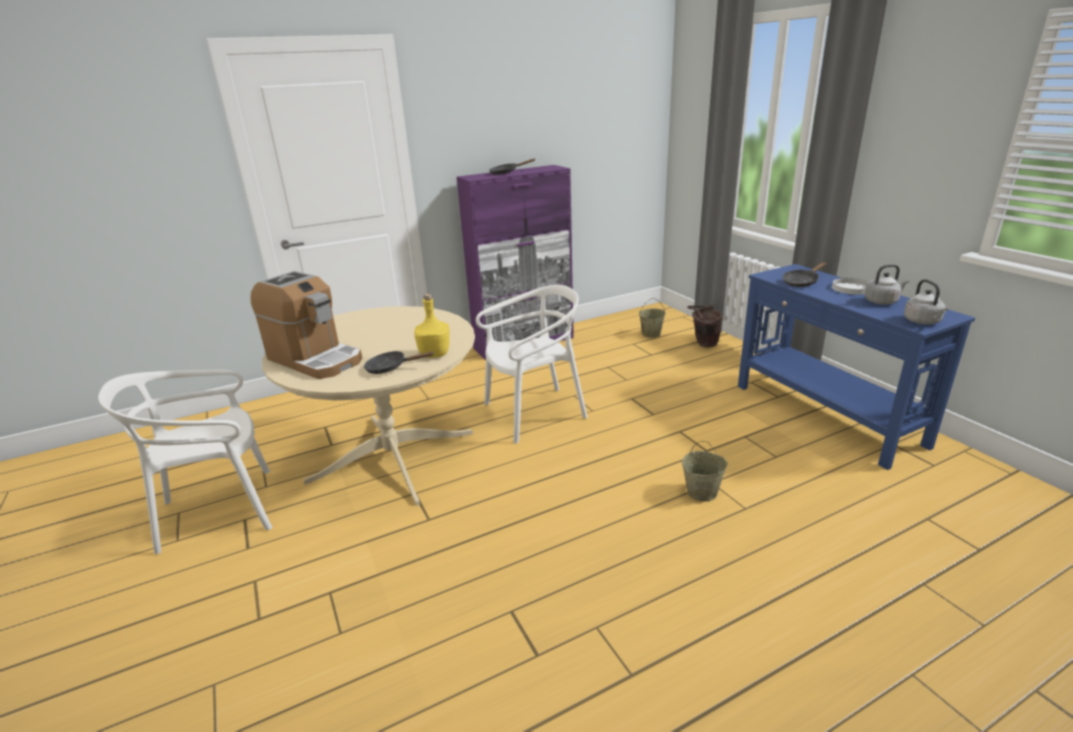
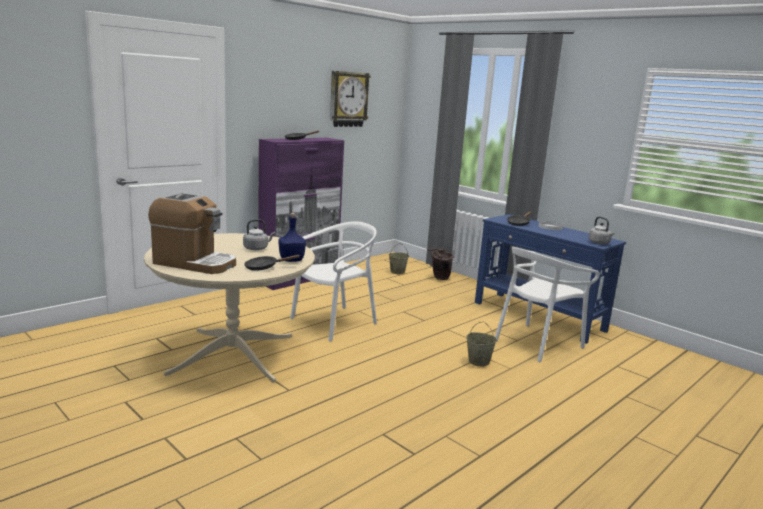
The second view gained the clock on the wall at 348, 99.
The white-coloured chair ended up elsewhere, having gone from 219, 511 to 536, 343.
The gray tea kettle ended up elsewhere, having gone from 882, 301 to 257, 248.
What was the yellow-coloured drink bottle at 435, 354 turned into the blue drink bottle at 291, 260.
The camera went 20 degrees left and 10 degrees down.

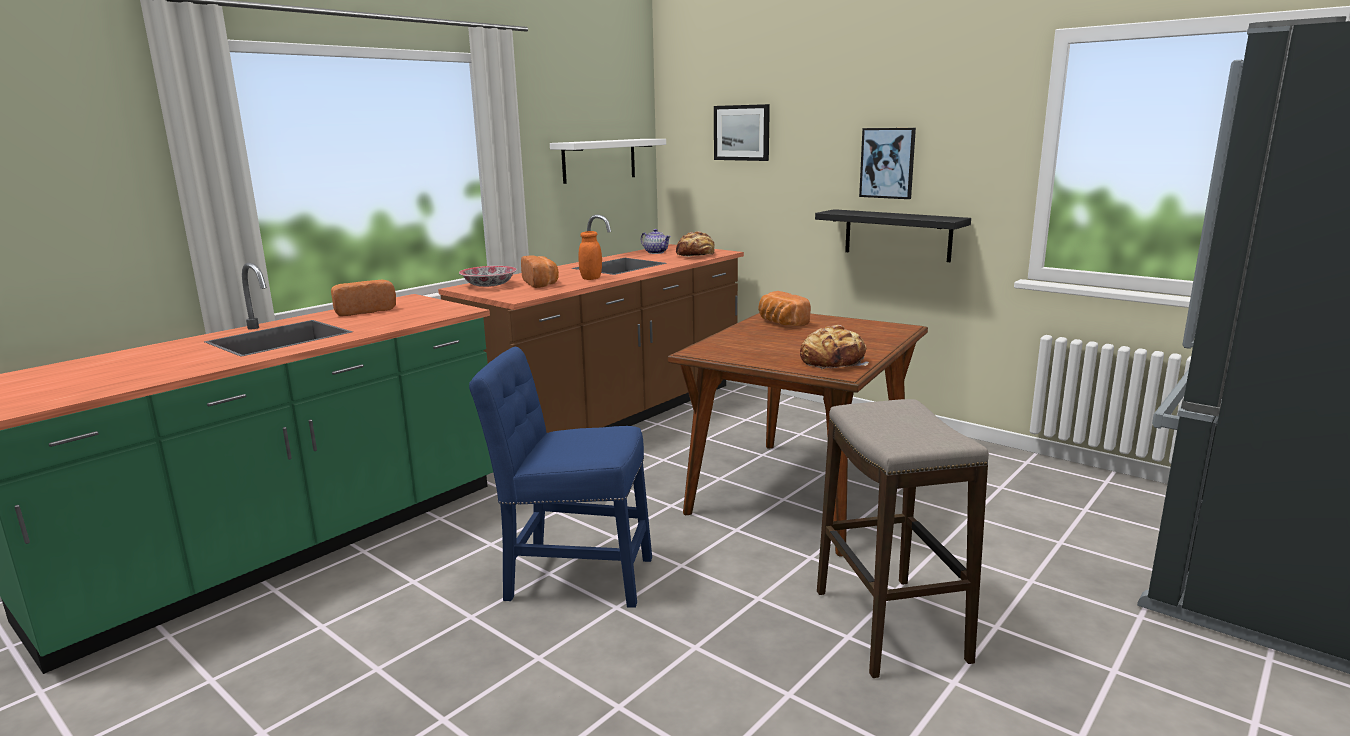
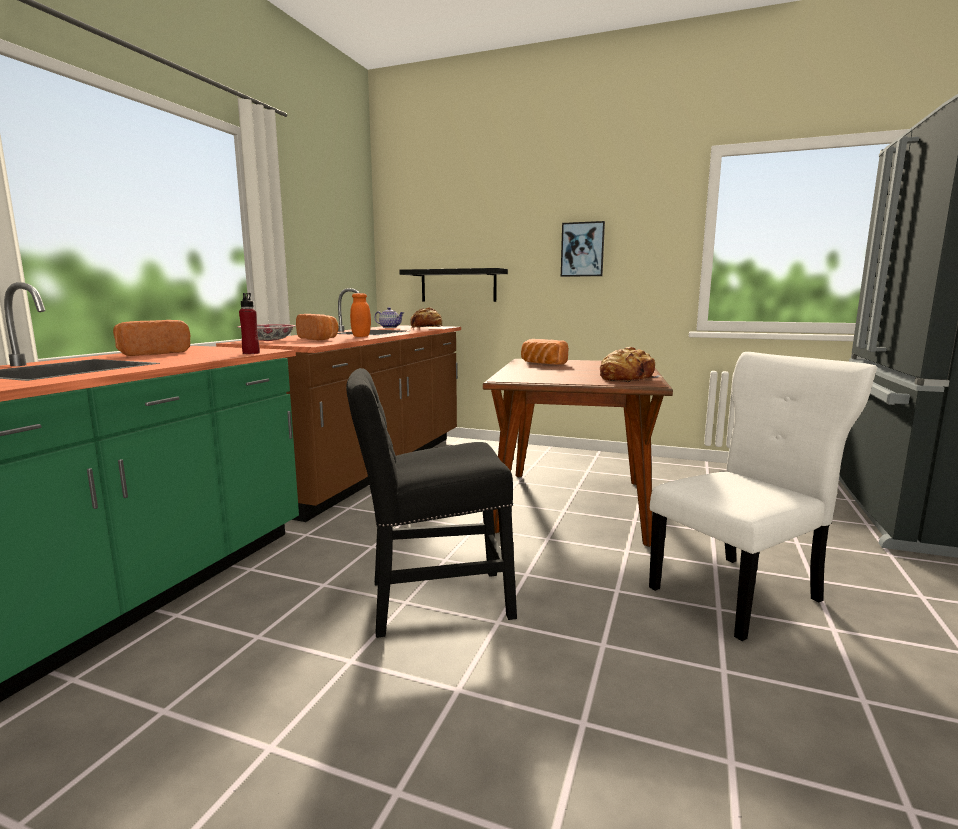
The second view lost the white-coloured shelf at 599, 160.
The second view lost the picture at 742, 132.
The second view gained the reddish drink bottle at 251, 353.
The blackish shelf ended up elsewhere, having gone from 897, 235 to 458, 285.
Where the stool seat stood at 890, 625, the white-coloured chair came to stand at 740, 593.
What was the blue chair at 572, 576 turned into the blackish chair at 431, 601.
The camera went 20 degrees left and 5 degrees down.

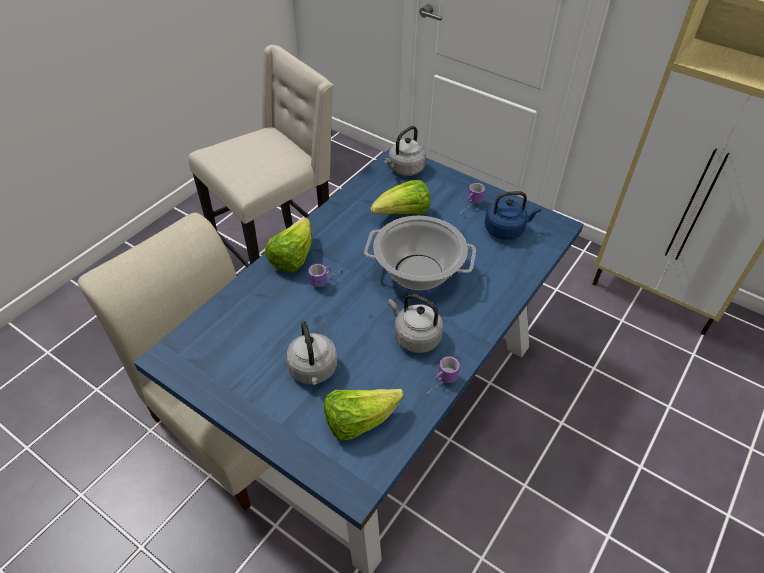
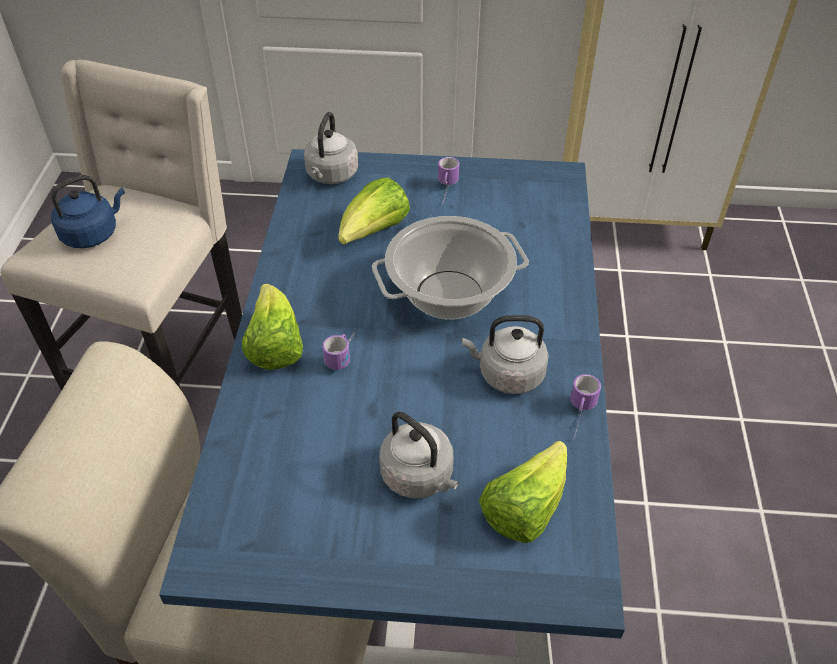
The blue tea kettle ended up elsewhere, having gone from 506, 230 to 93, 234.
The camera went 30 degrees left and 0 degrees up.

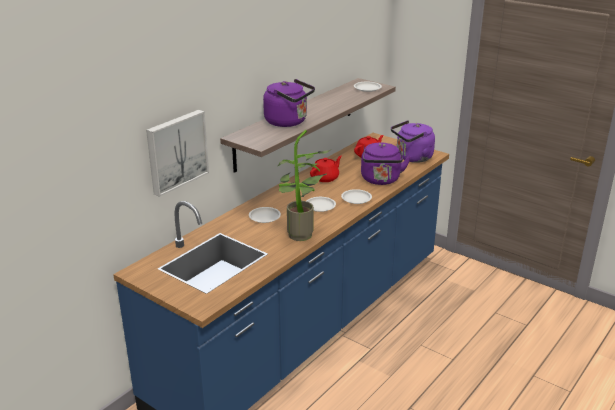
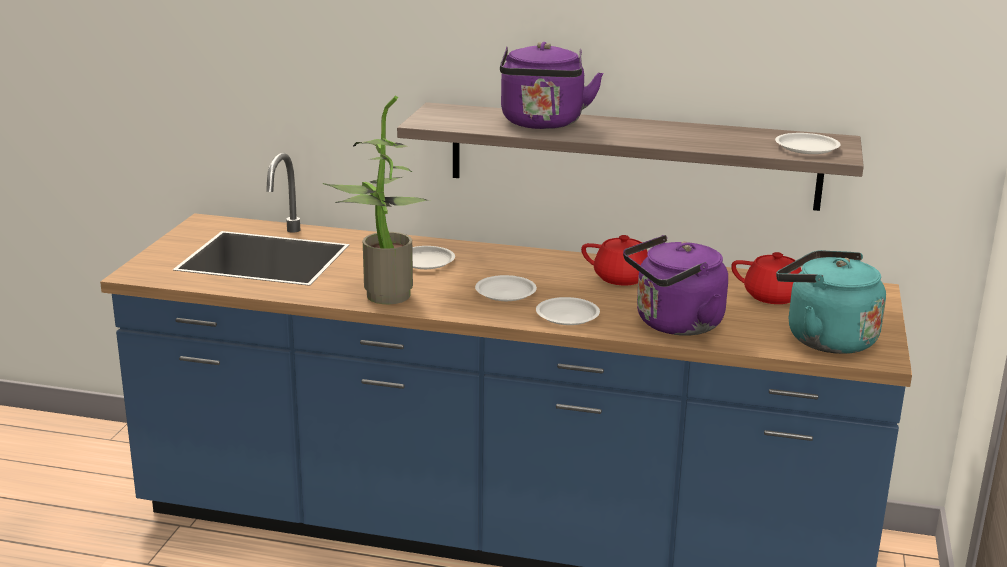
The second view lost the picture at 176, 151.
What was the purplish tea kettle at 412, 158 turned into the blue-green tea kettle at 824, 338.
The camera went 65 degrees right and 5 degrees down.

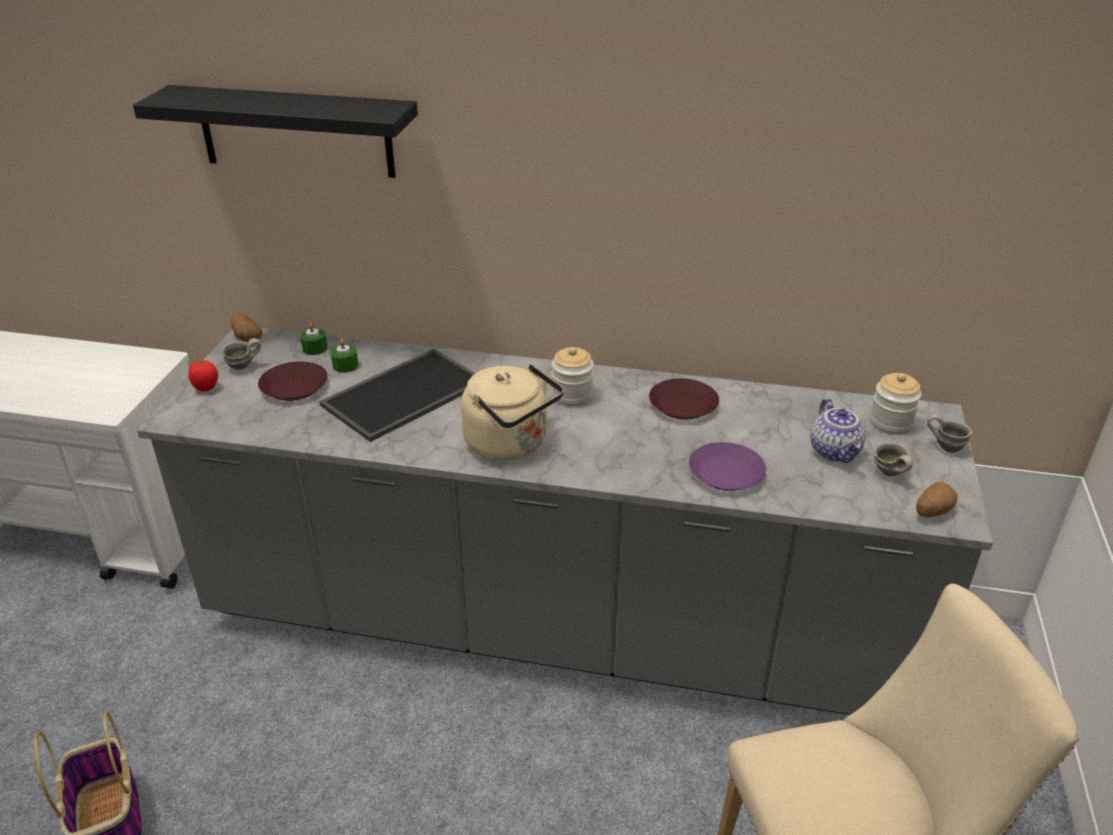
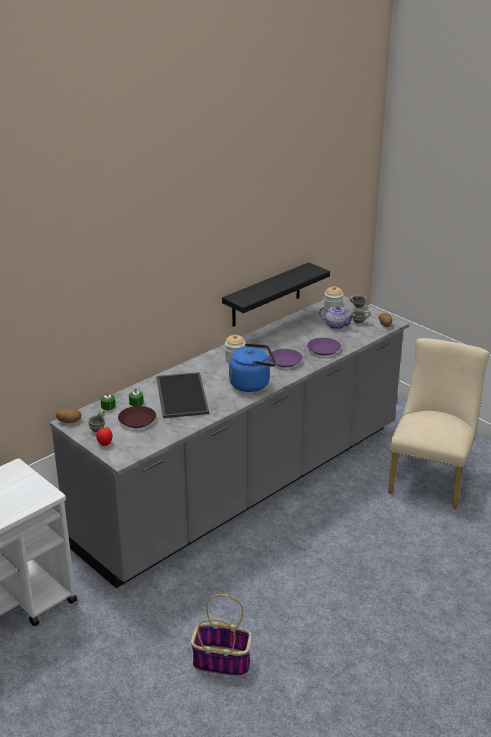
The second view lost the brownish flat dish at 684, 405.
The second view gained the purplish flat dish at 284, 361.
The blackish shelf ended up elsewhere, having gone from 295, 131 to 266, 295.
What was the beige tea kettle at 511, 444 turned into the blue tea kettle at 252, 384.
The camera went 55 degrees left and 5 degrees down.

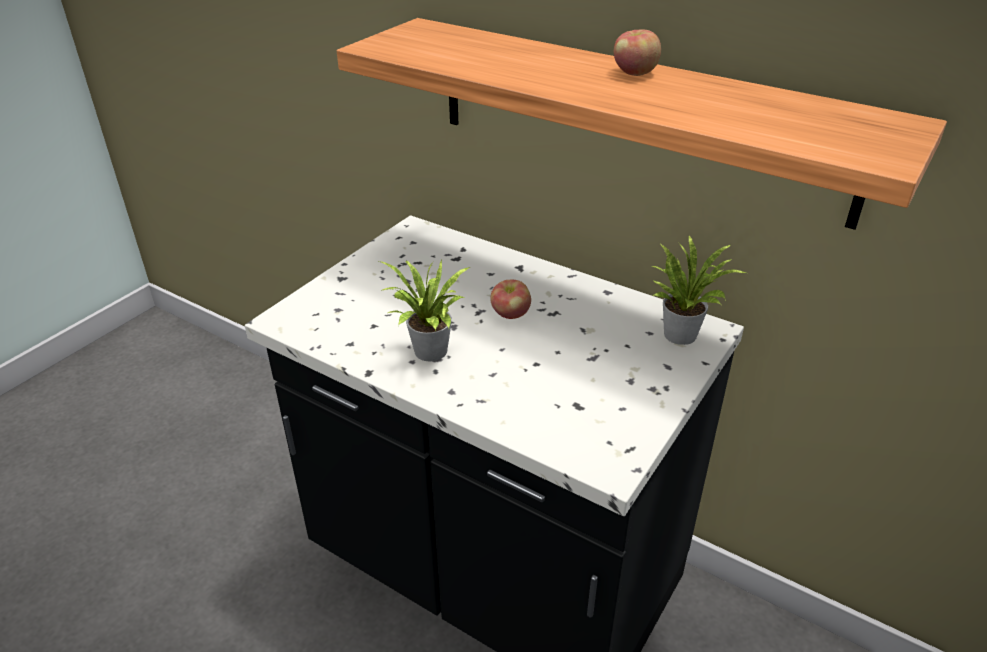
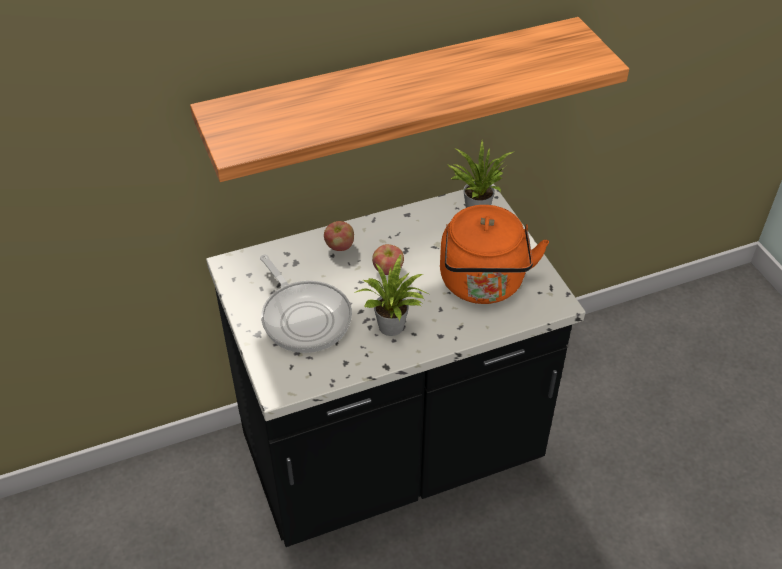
The second view gained the pan at 304, 317.
The second view gained the orangey tea kettle at 483, 285.
The apple fruit ended up elsewhere, having gone from 634, 73 to 340, 246.
The camera went 55 degrees left and 10 degrees up.

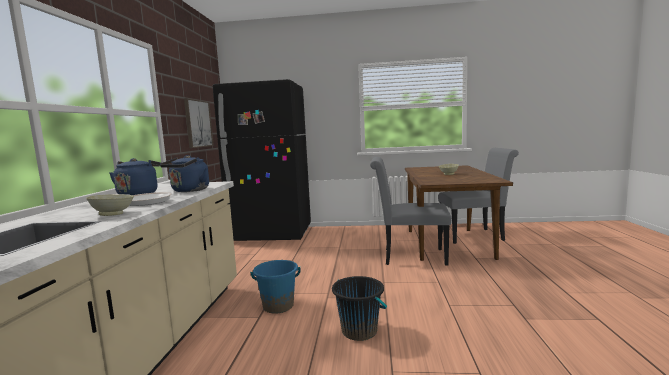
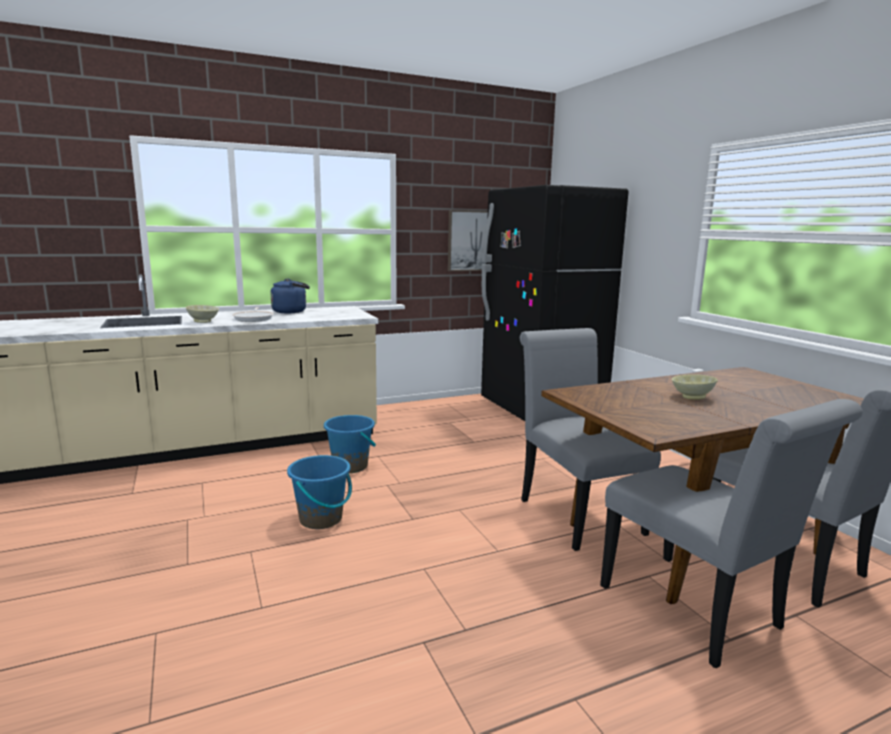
The second view lost the blue tea kettle at 189, 191.
The second view gained the gray chair at 698, 613.
What was the blackish pail at 359, 331 turned into the blue pail at 321, 519.
The camera went 60 degrees right and 5 degrees up.

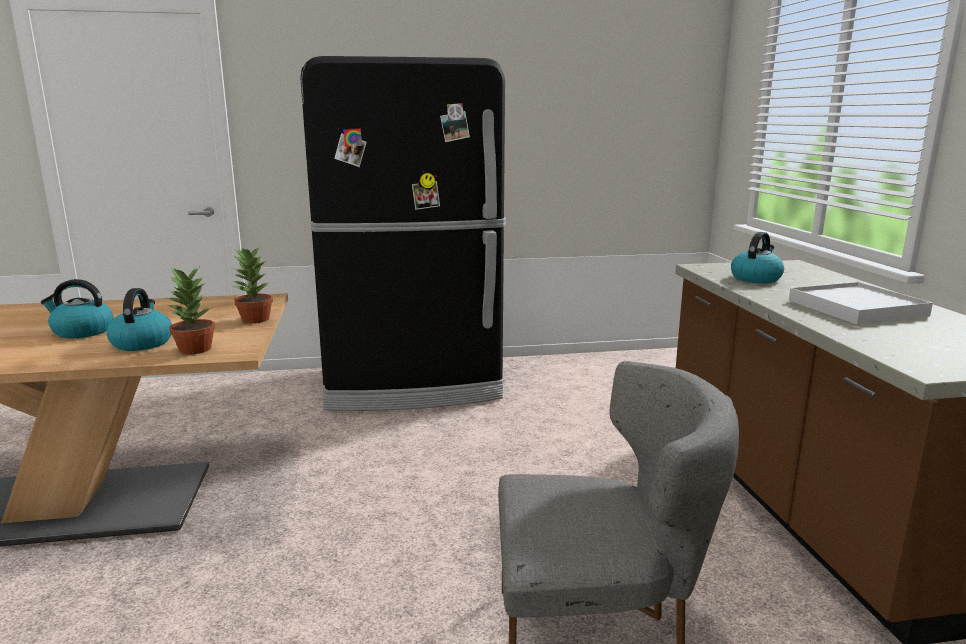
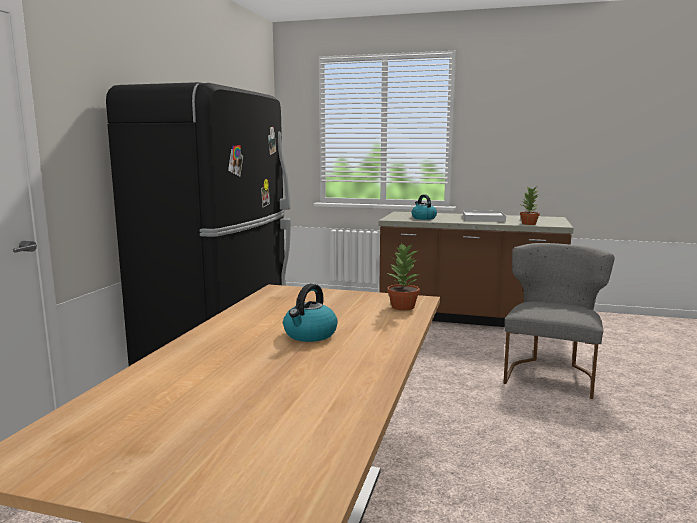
The second view lost the tea kettle at 142, 343.
The houseplant ended up elsewhere, having gone from 254, 319 to 529, 224.
The camera went 65 degrees left and 5 degrees down.

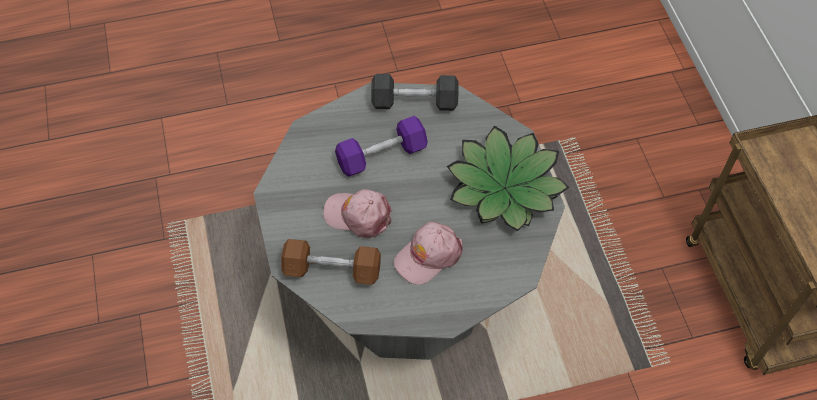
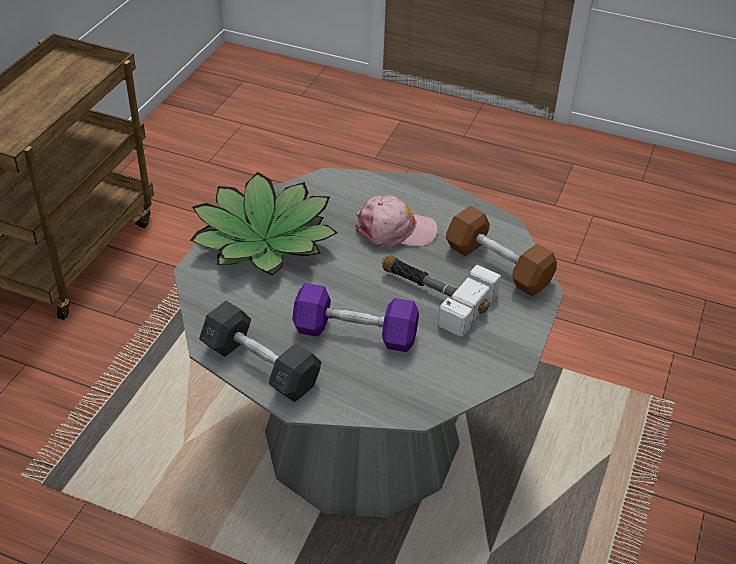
Where the pink cap stood at 358, 215, the tool hammer came to stand at 432, 294.
The camera went 145 degrees left and 15 degrees down.

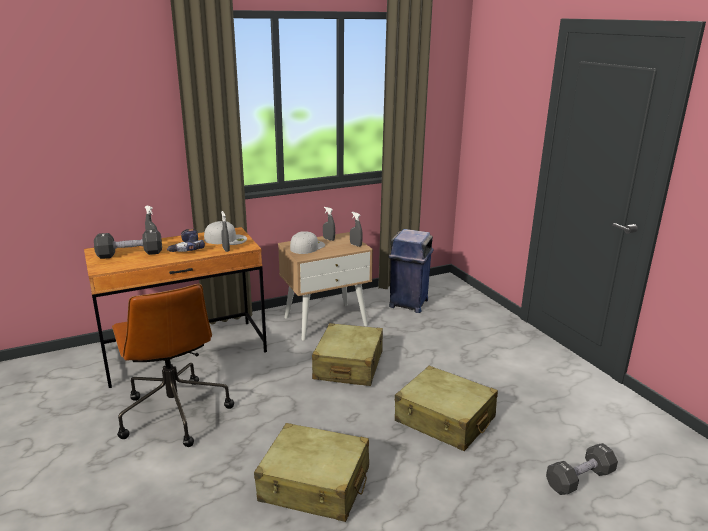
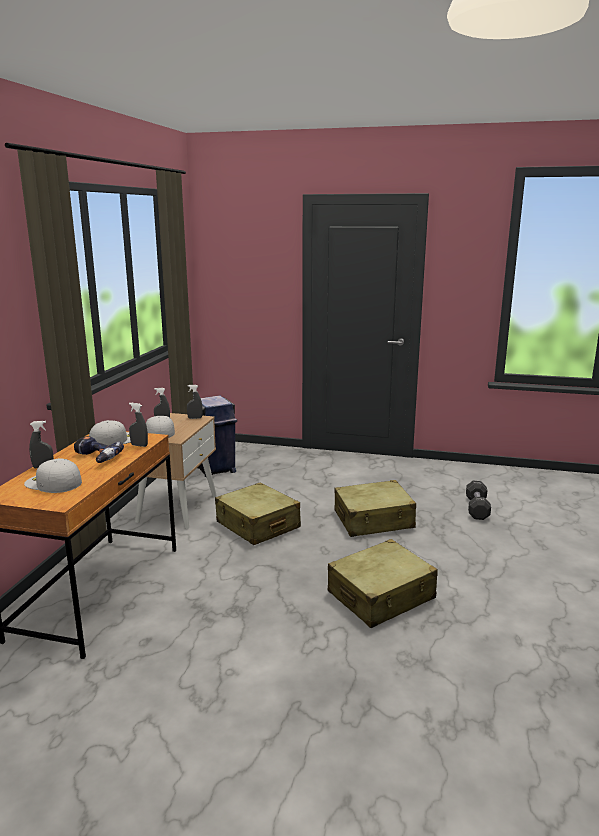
The second view lost the brownish computer chair at 174, 412.
Where the blackish hand weight stood at 130, 254, the white-coloured cap came to stand at 52, 483.
The camera went 50 degrees left and 5 degrees down.

